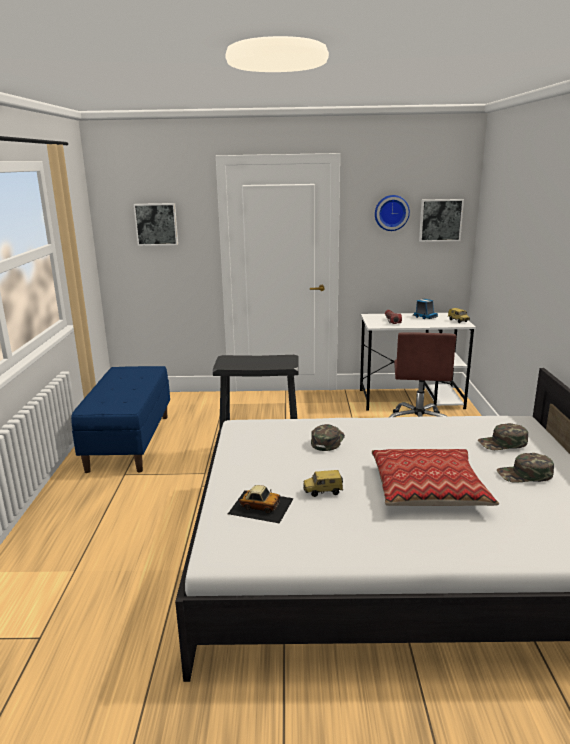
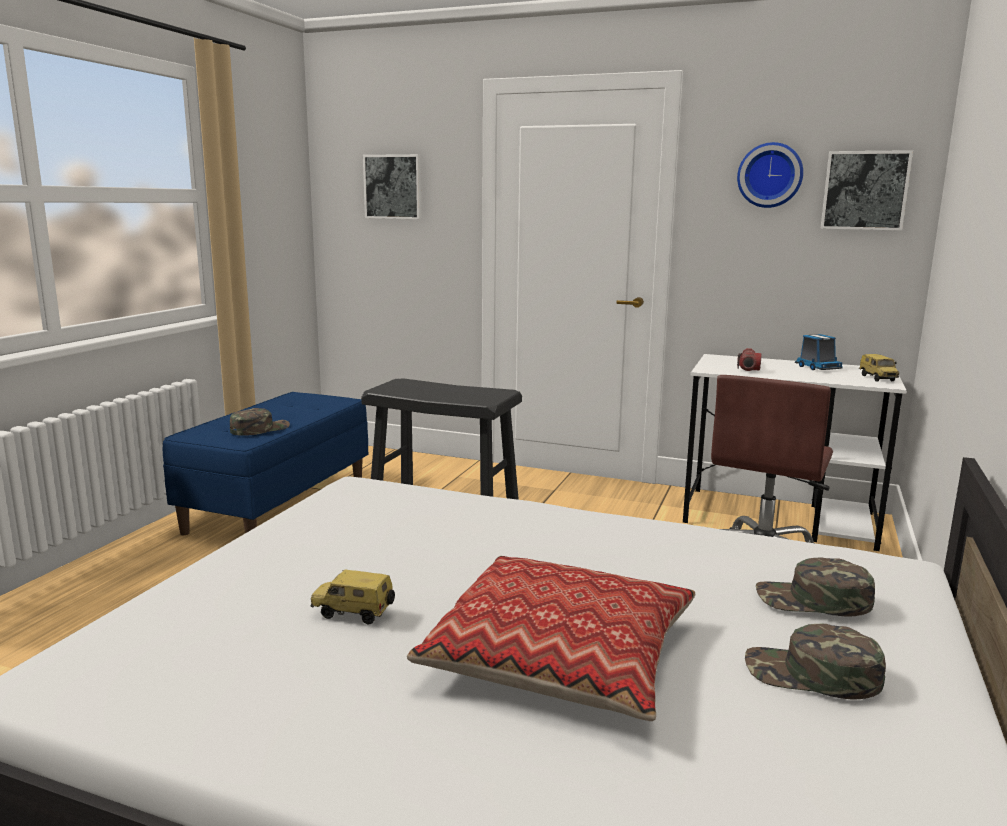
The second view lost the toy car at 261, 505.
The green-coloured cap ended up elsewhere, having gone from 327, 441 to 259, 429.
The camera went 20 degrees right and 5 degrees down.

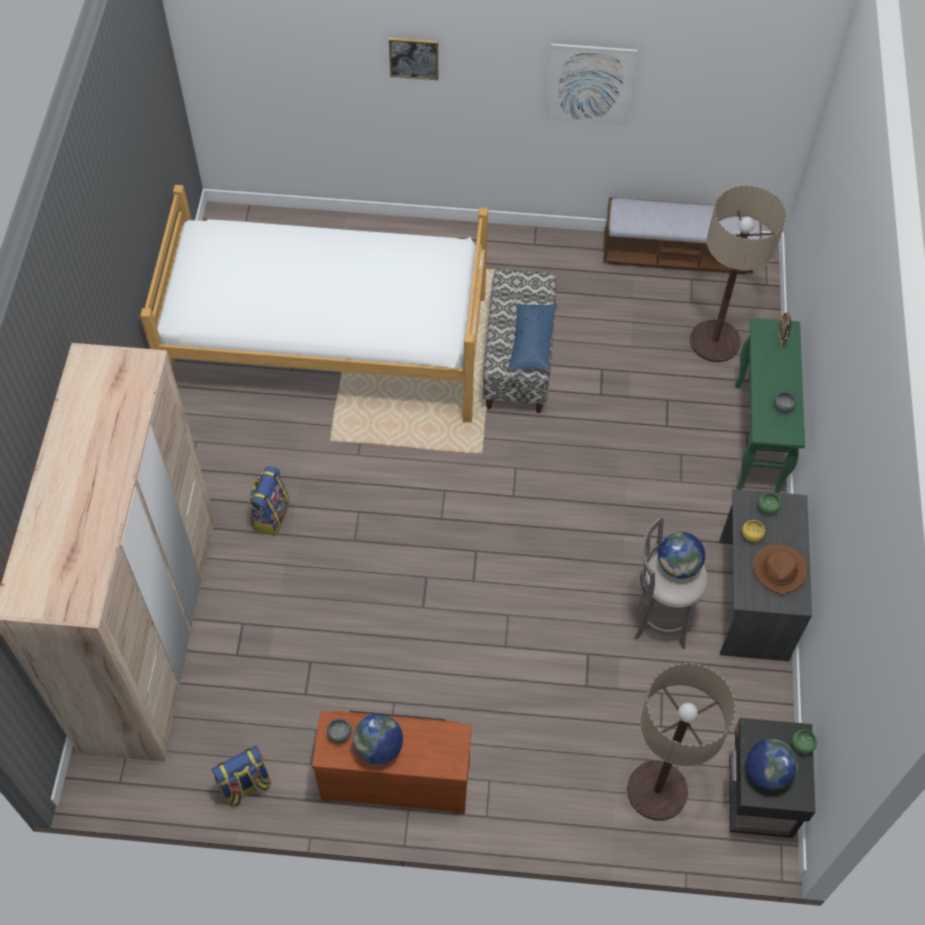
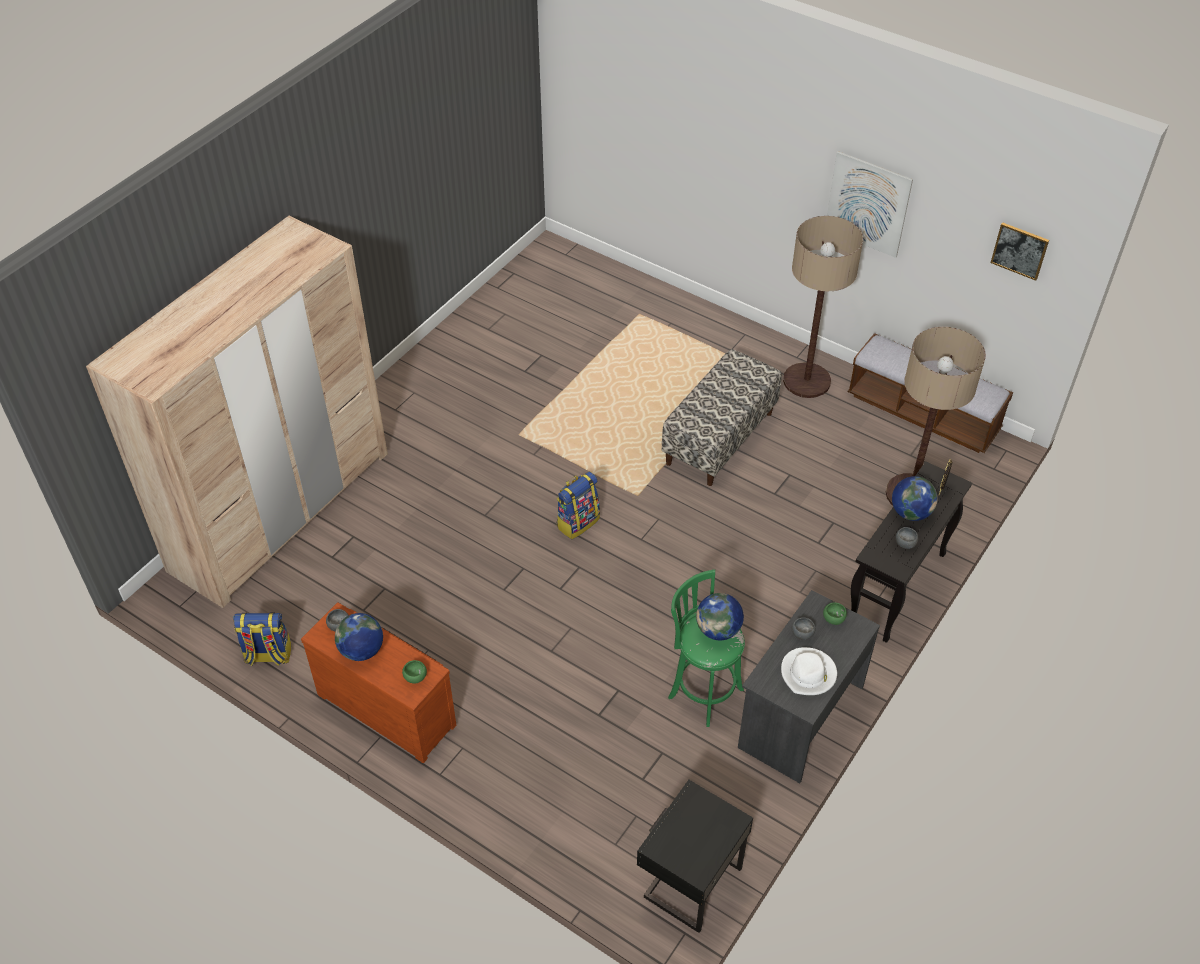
The second view lost the bed at 328, 344.
The second view lost the blue pillow at 532, 342.
The knapsack ended up elsewhere, having gone from 270, 515 to 577, 522.
The picture ended up elsewhere, having gone from 414, 57 to 1020, 250.
The standard lamp ended up elsewhere, having gone from 657, 791 to 806, 381.
The desk globe ended up elsewhere, having gone from 766, 772 to 910, 512.
The green-coloured serving bowl ended up elsewhere, having gone from 802, 745 to 415, 677.
What was the gray stool seat at 659, 617 turned into the green-coloured stool seat at 702, 691.
What was the green-coloured narrow table at 757, 439 turned into the blackish narrow table at 896, 589.
What was the yellow-coloured serving bowl at 752, 536 turned into the gray serving bowl at 802, 634.
What was the brownish hat at 779, 570 turned into the white-coloured hat at 808, 673.
The camera went 30 degrees right and 10 degrees down.

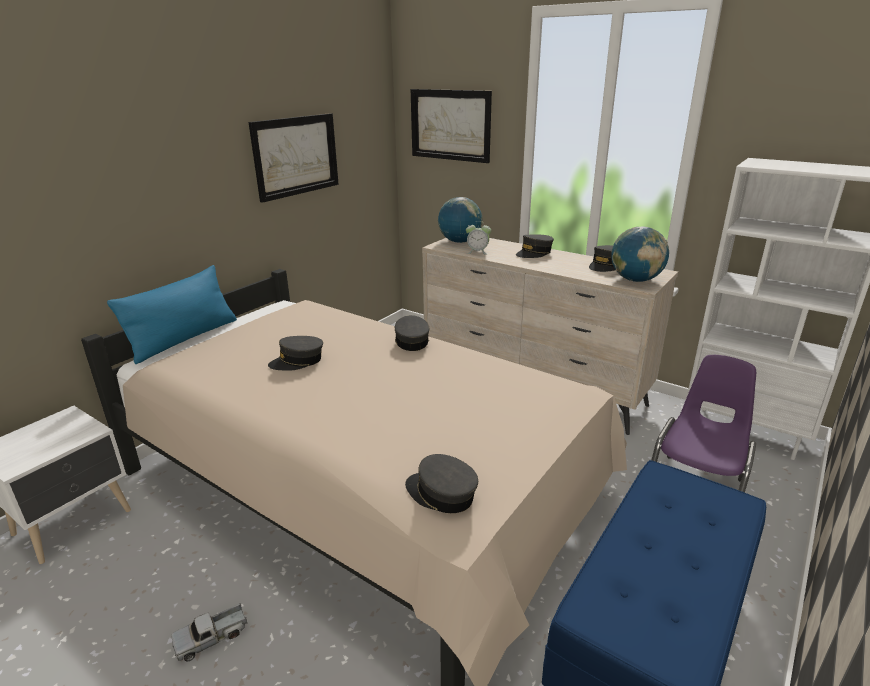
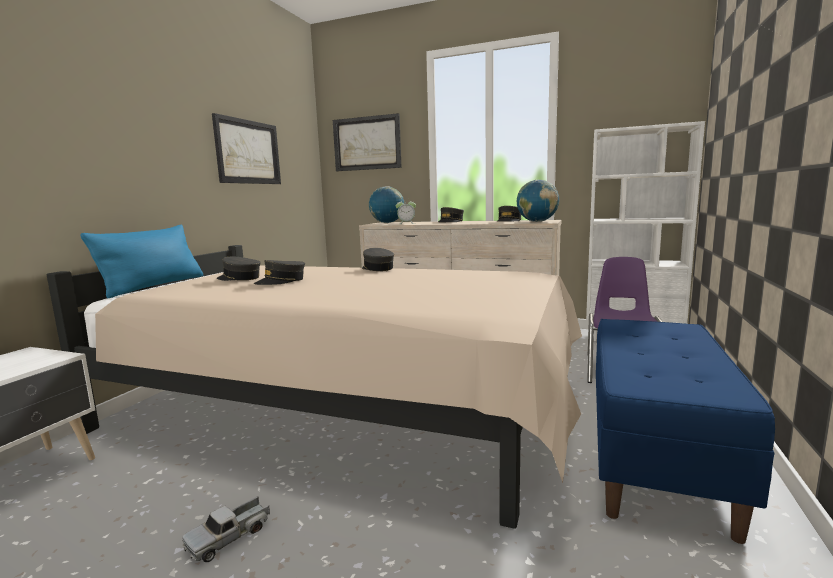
The gray cap ended up elsewhere, having gone from 441, 494 to 239, 278.
The camera went 15 degrees left and 15 degrees down.

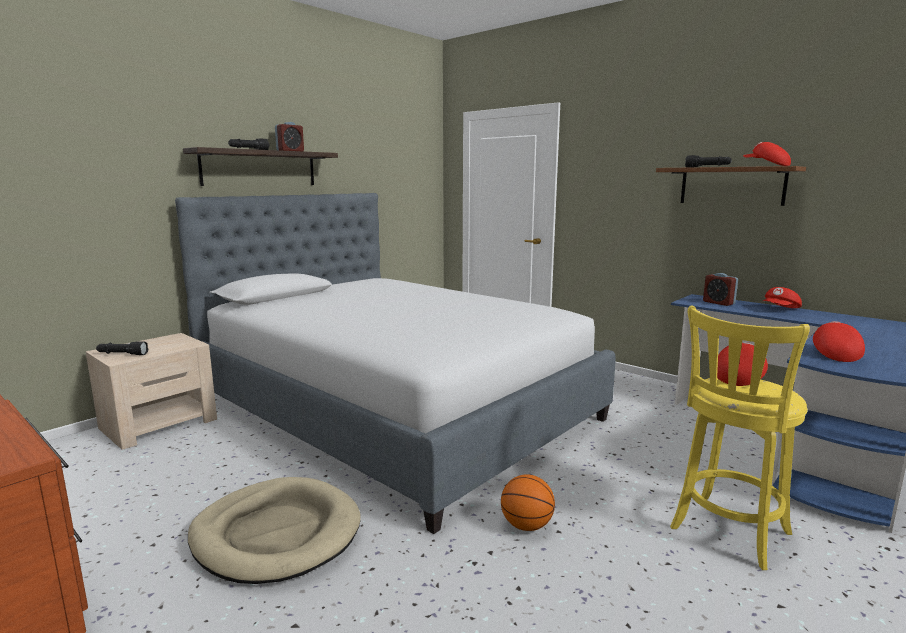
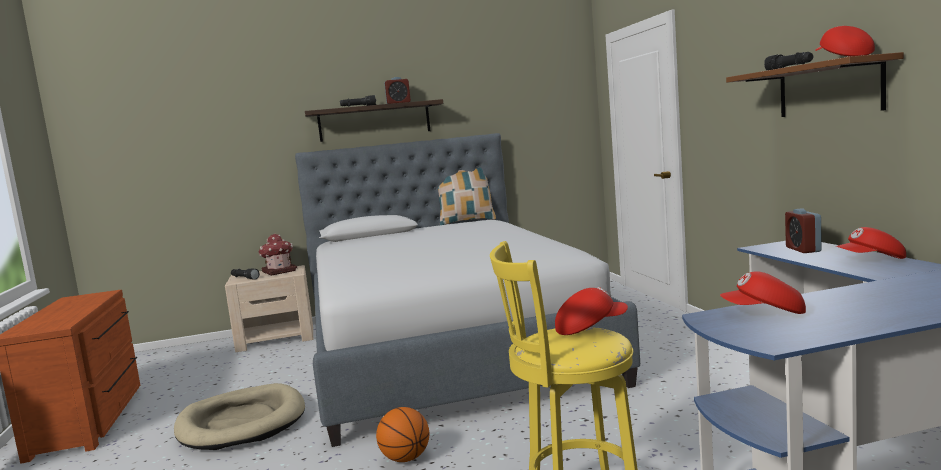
The second view gained the miniature house at 279, 271.
The second view gained the pillow at 466, 221.
The reddish cap at 833, 354 ended up facing another way, 135 degrees counterclockwise from before.
The camera went 35 degrees right and 5 degrees down.

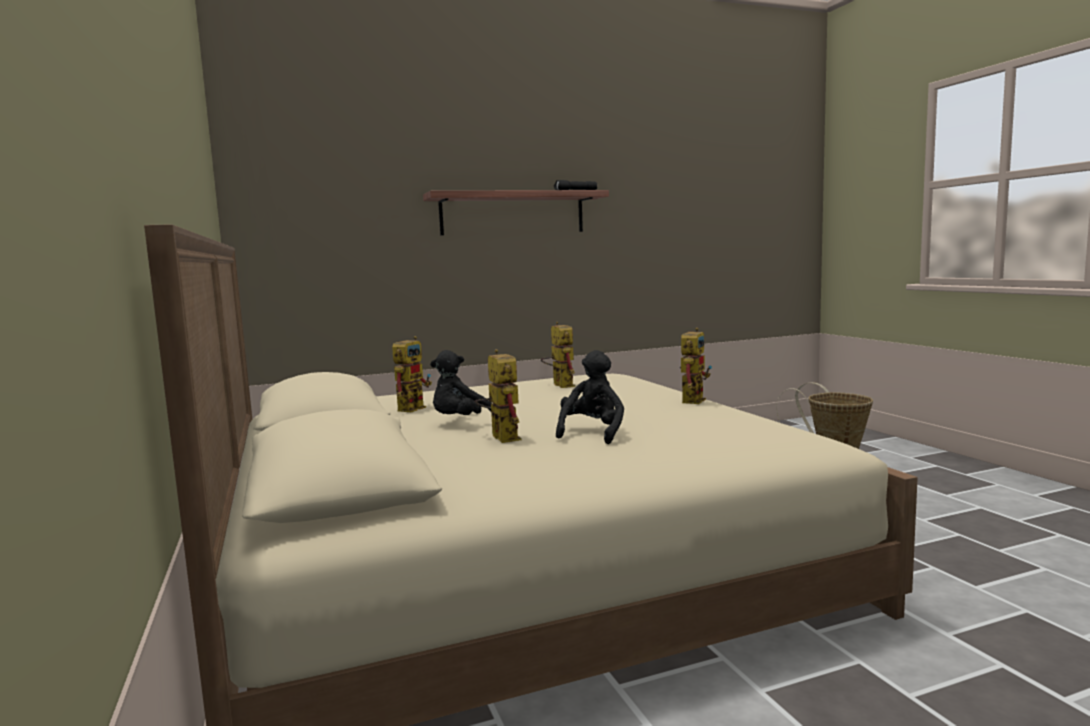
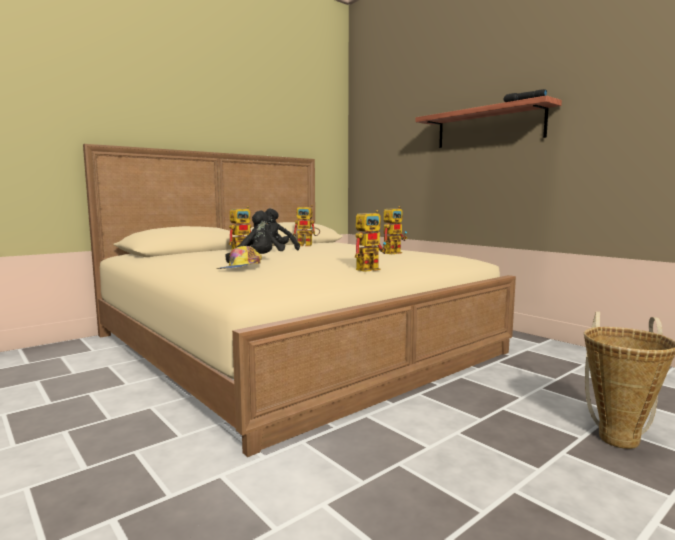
The second view gained the cap at 240, 268.
The robot figure at 692, 399 ended up facing another way, 45 degrees counterclockwise from before.
The camera went 70 degrees right and 0 degrees up.

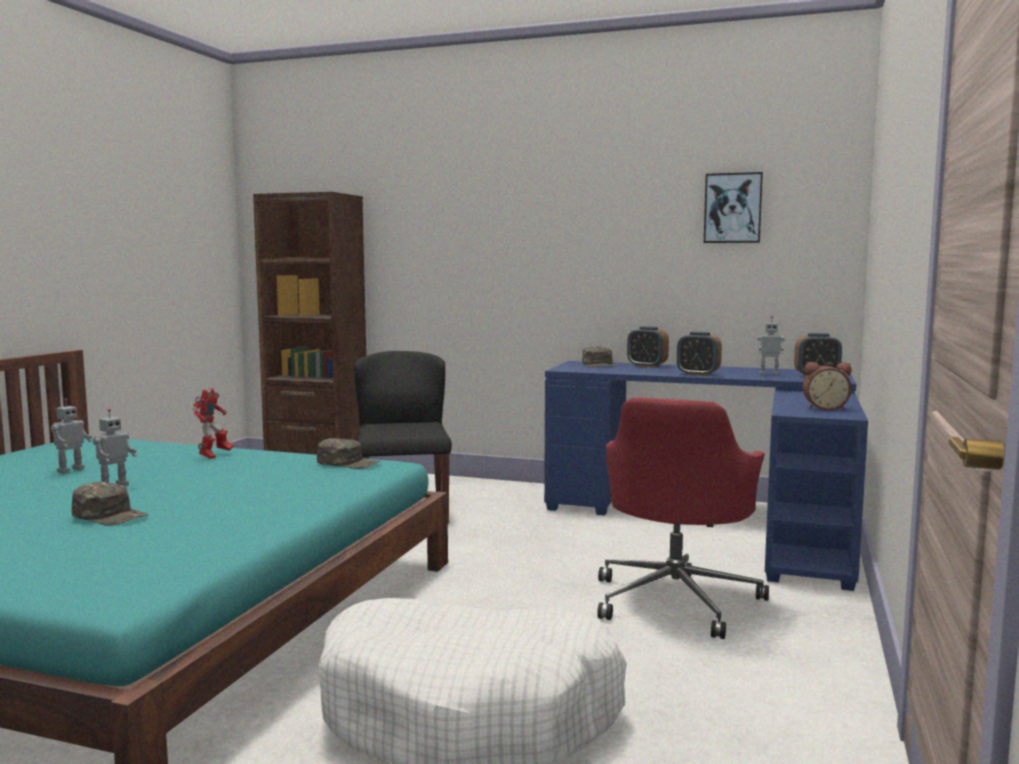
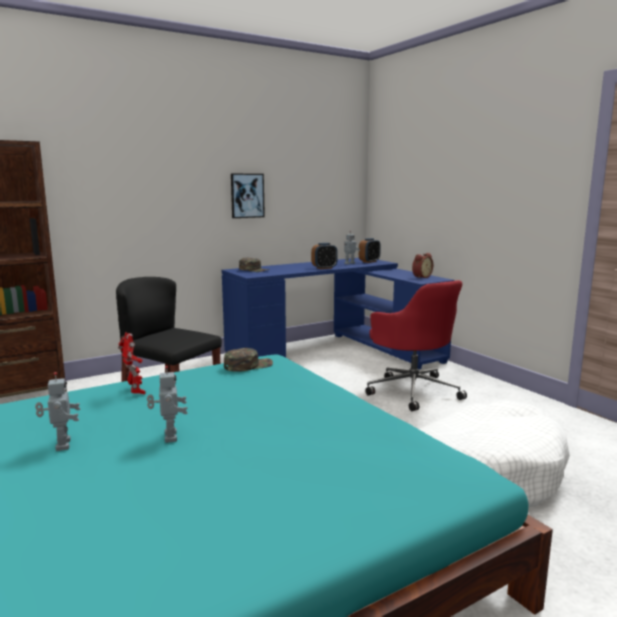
The second view lost the green-coloured cap at 110, 515.
The second view lost the table clock at 647, 366.
The picture ended up elsewhere, having gone from 733, 208 to 247, 195.
The camera went 50 degrees left and 5 degrees up.

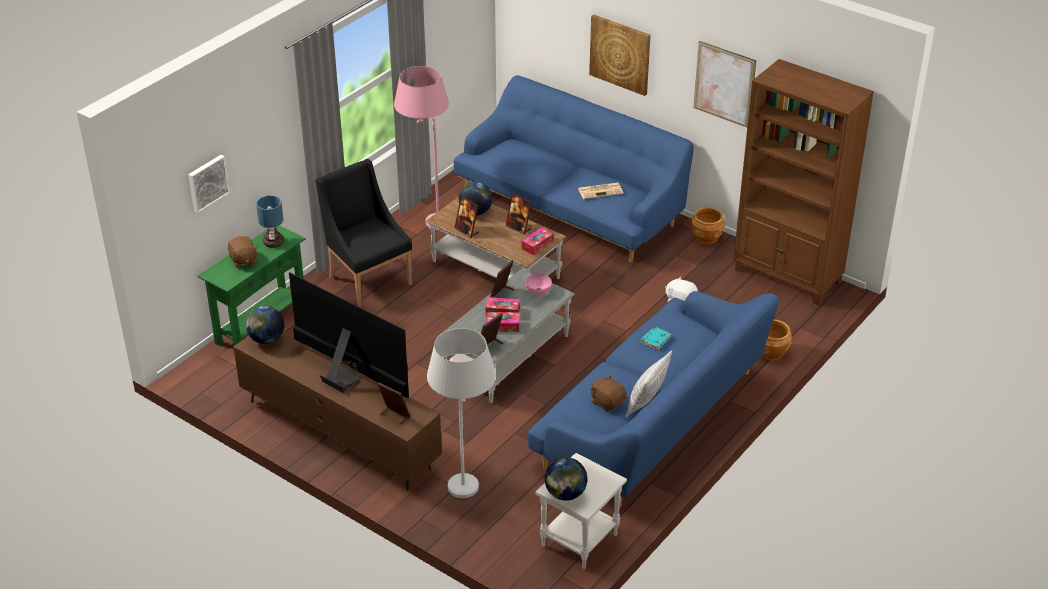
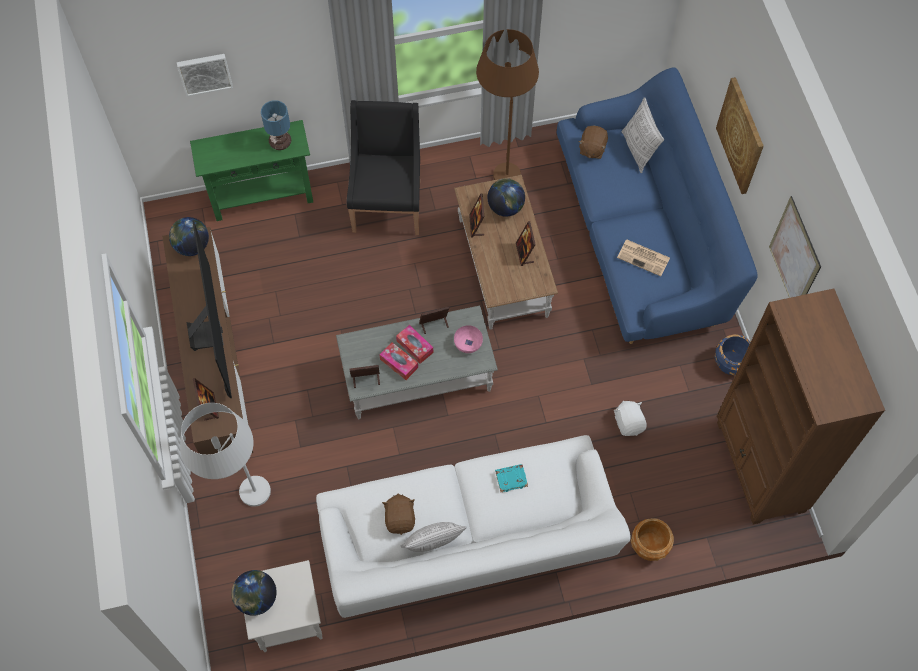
The second view lost the box of tissues at 537, 245.
The second view gained the pillow at 638, 150.
The brownish cuddly toy ended up elsewhere, having gone from 243, 260 to 592, 149.
What was the pink standard lamp at 426, 218 turned into the brownish standard lamp at 502, 163.
What was the blue settee at 653, 420 turned into the white-coloured settee at 468, 542.
What was the brownish planter at 706, 237 turned into the blue planter at 731, 363.
The camera went 40 degrees right and 25 degrees up.

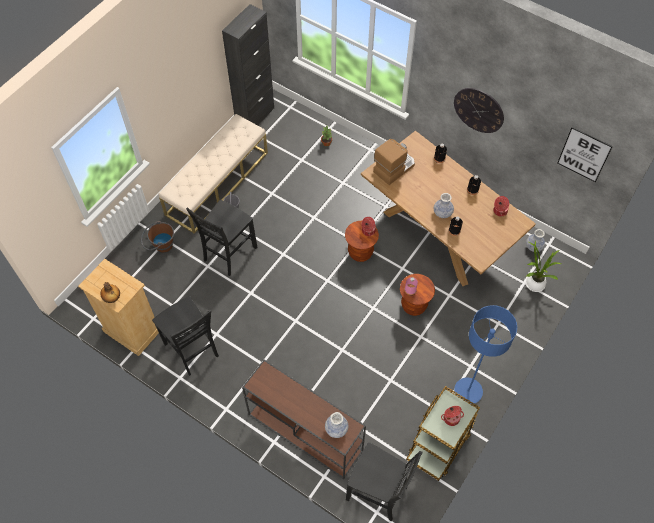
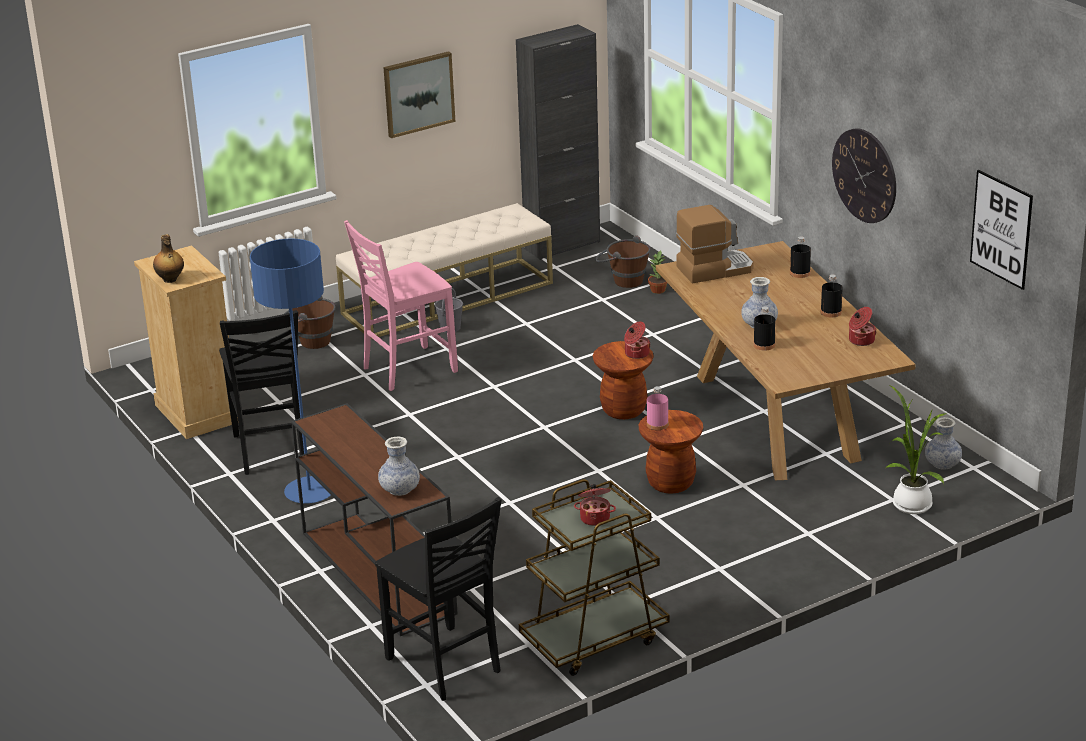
The second view gained the picture at 418, 94.
The second view gained the brownish pail at 622, 280.
The blue standard lamp ended up elsewhere, having gone from 468, 391 to 309, 492.
What was the blackish chair at 228, 254 turned into the pink chair at 407, 369.
The camera went 25 degrees right and 30 degrees down.

